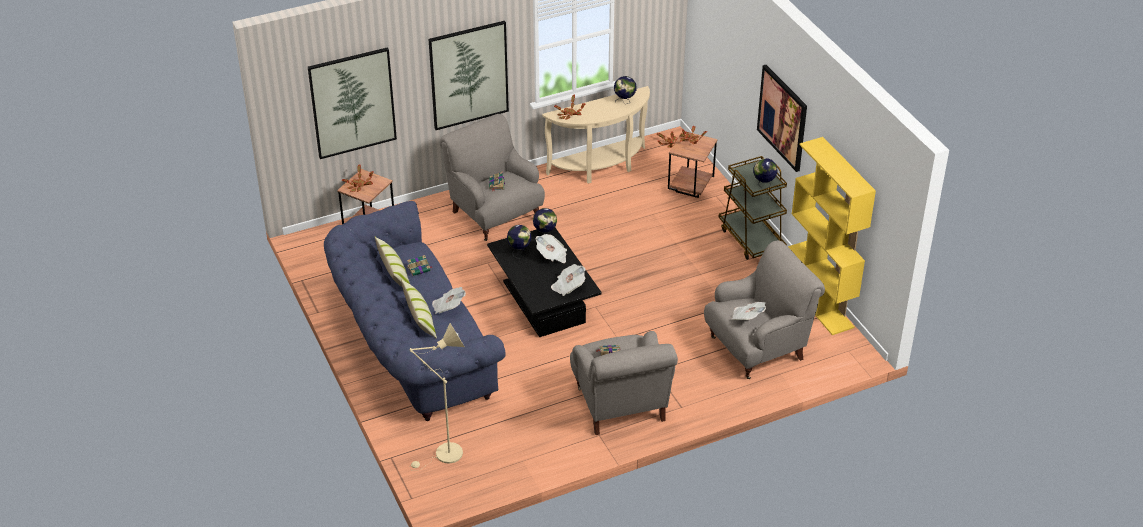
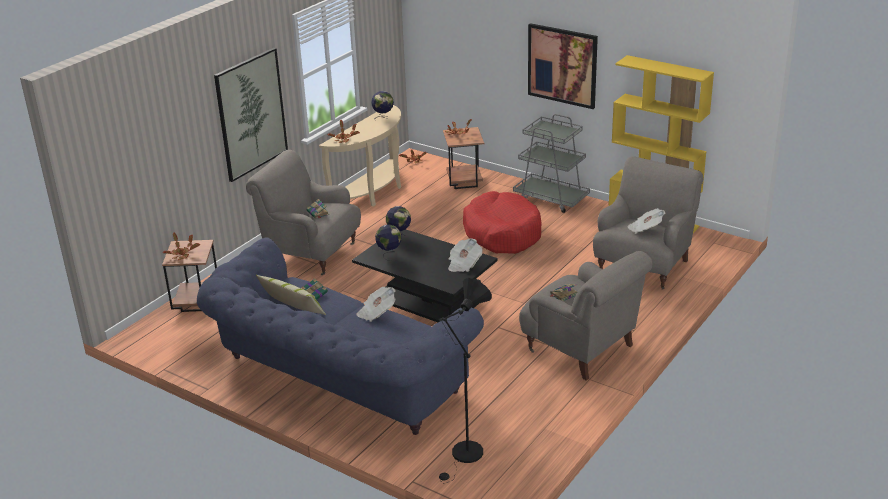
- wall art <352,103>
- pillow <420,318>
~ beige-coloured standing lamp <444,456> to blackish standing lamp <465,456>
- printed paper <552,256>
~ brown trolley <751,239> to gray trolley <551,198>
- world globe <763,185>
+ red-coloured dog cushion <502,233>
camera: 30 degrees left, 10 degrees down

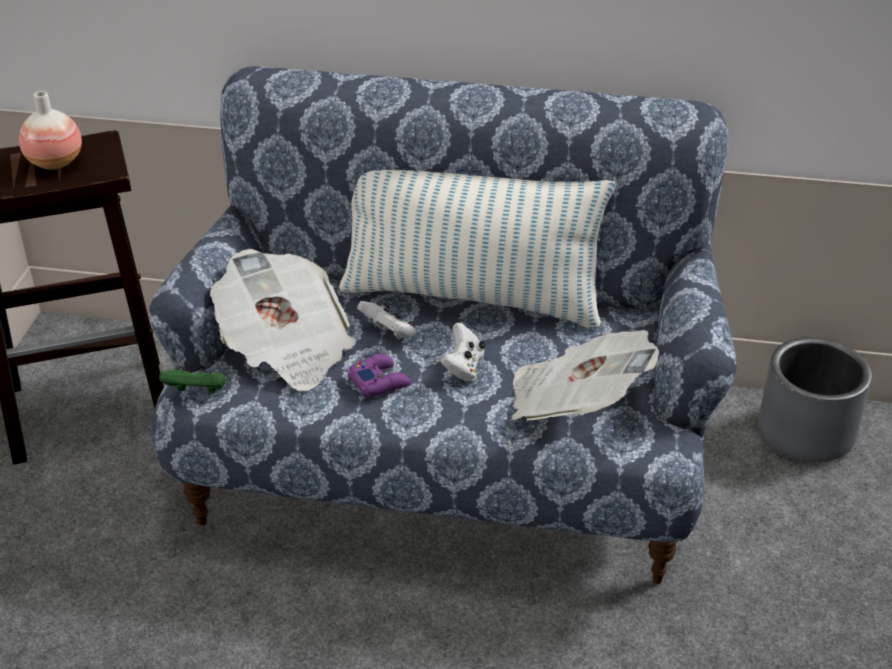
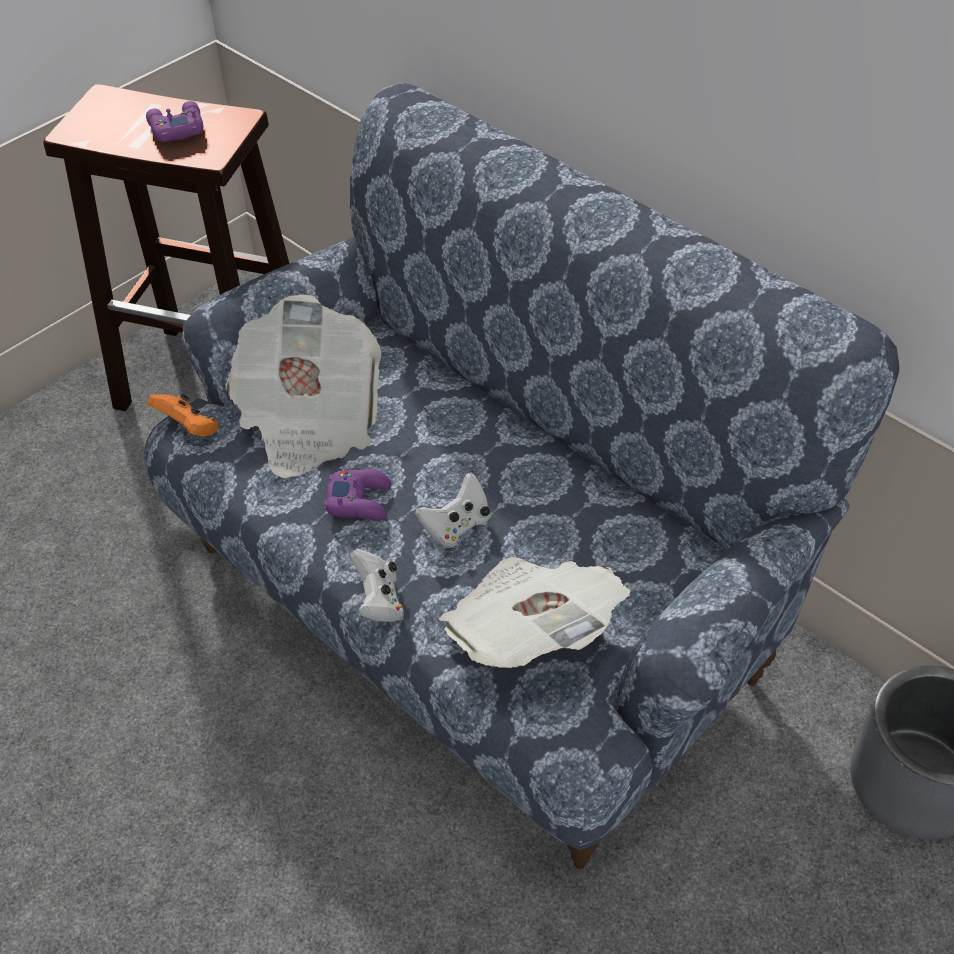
~ flower vase <55,162> to purplish joypad <176,128>
~ green joypad <197,393> to orange-coloured joypad <189,429>
- pillow <471,298>
~ white joypad <388,334> to <379,601>
camera: 35 degrees right, 10 degrees up

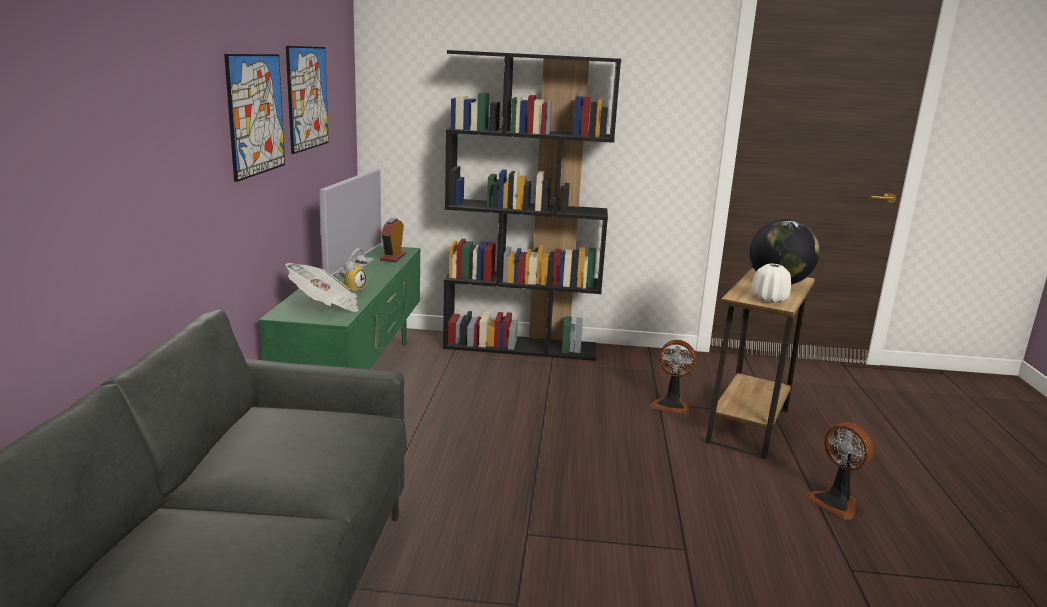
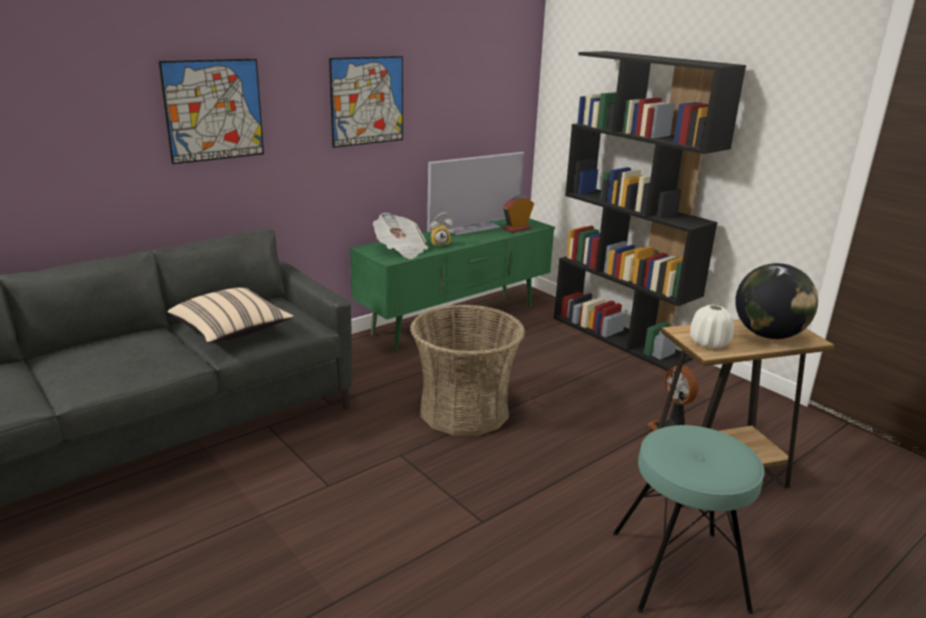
~ wall art <307,98> to <214,110>
~ electric fan <835,502> to turquoise-coloured sitting stool <678,570>
+ beige-coloured pillow <232,331>
+ basket <464,410>
camera: 45 degrees right, 5 degrees up

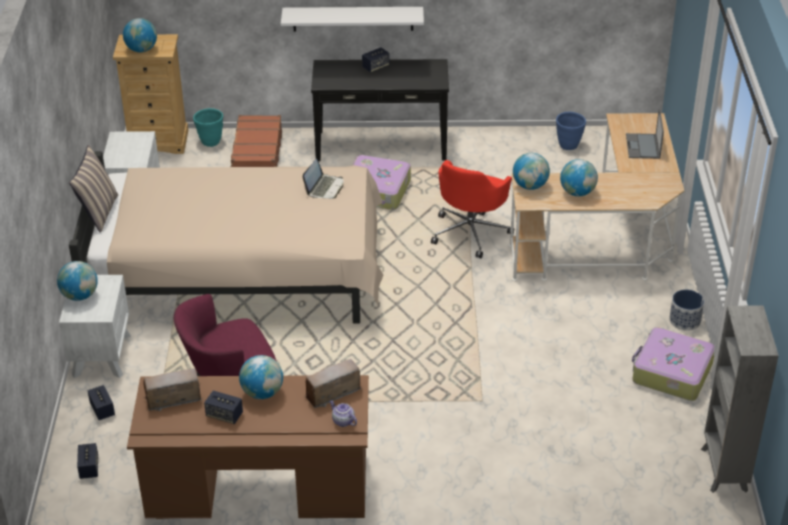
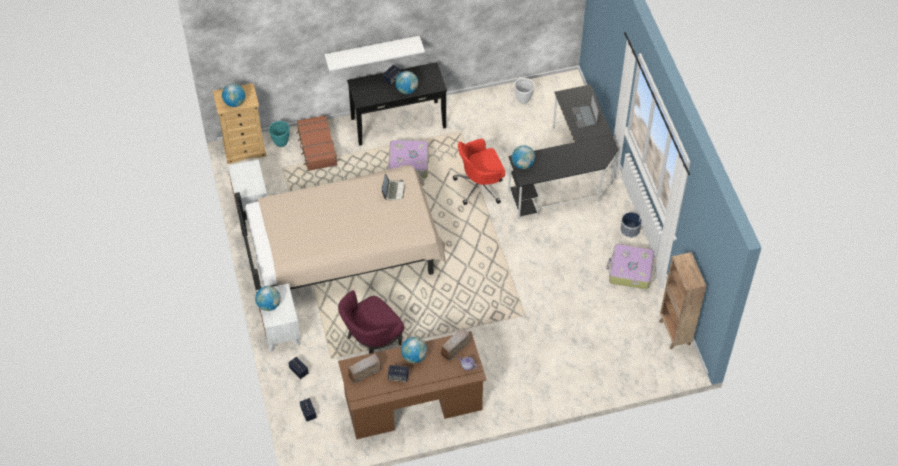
- pillow <98,212>
~ red-coloured computer chair <470,232> = <480,186> 60 degrees clockwise
~ beige-coloured desk <606,240> to blackish desk <567,176>
~ blue-coloured plant pot <569,146> to white plant pot <523,99>
~ world globe <577,192> to <407,90>
~ gray shelving unit <724,470> to brown shelving unit <674,333>
camera: 15 degrees left, 15 degrees up

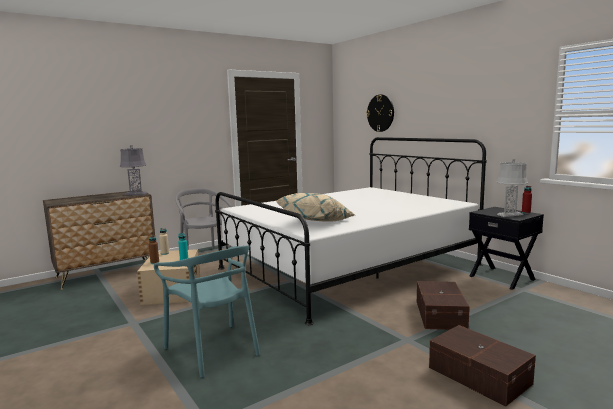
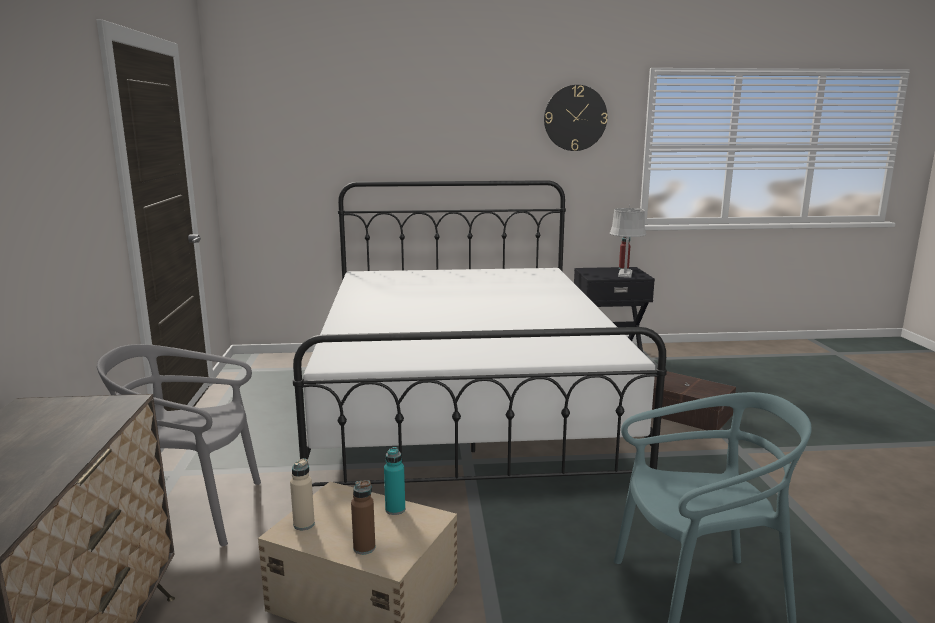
- gray table lamp <135,194>
- beige-coloured pillow <317,222>
~ hanging clock <380,113> to <575,118>
- brown storage bin <479,374>
camera: 60 degrees left, 5 degrees up

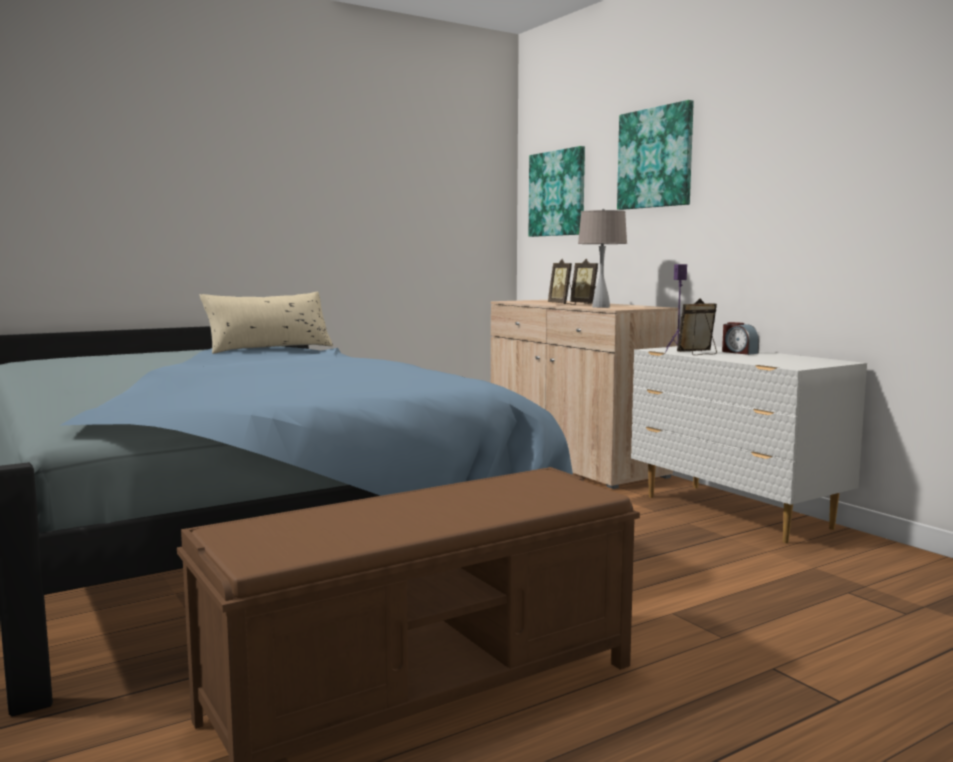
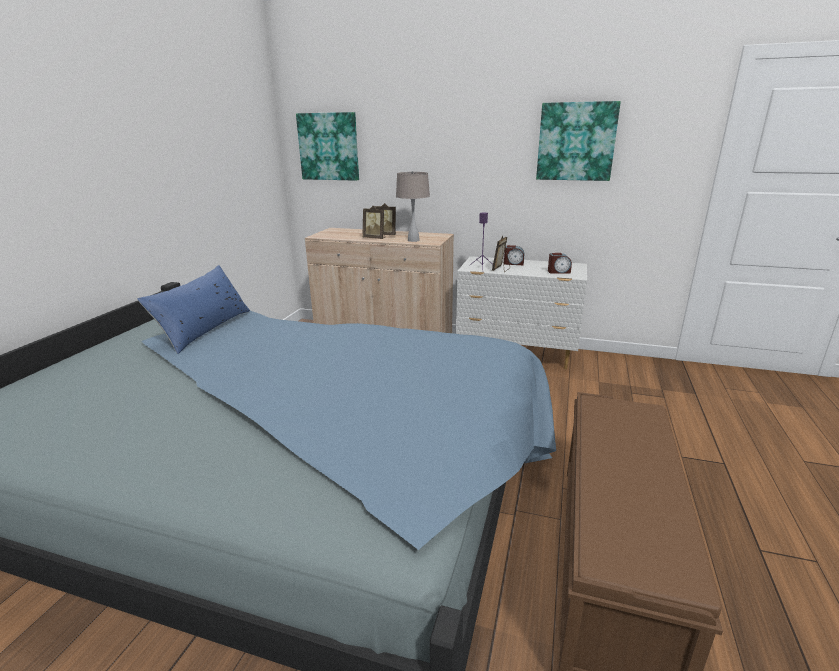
~ beige-coloured pillow <269,348> to blue-coloured pillow <205,329>
~ wall art <656,158> to <576,142>
+ table clock <558,272>
camera: 40 degrees left, 15 degrees up

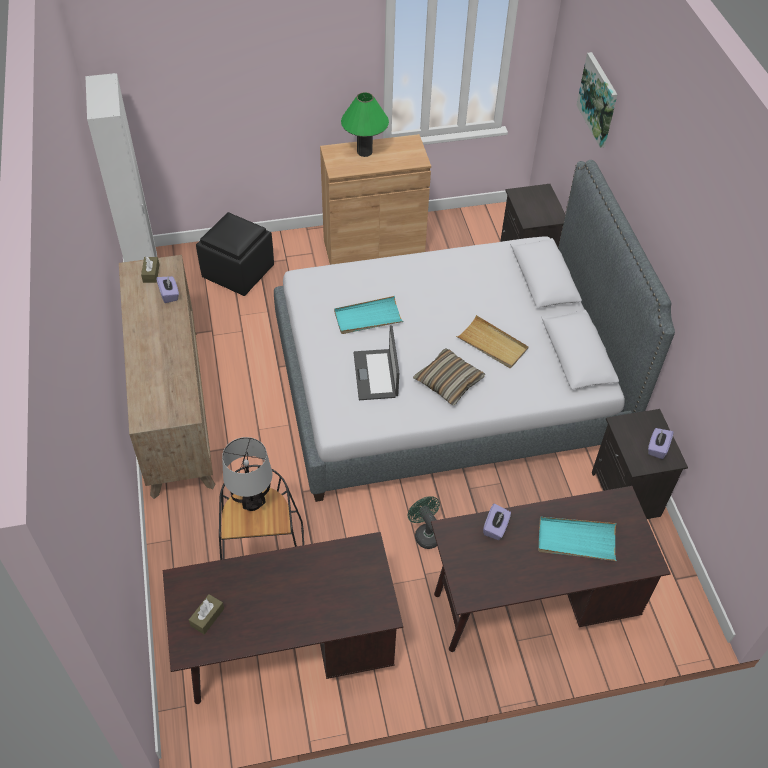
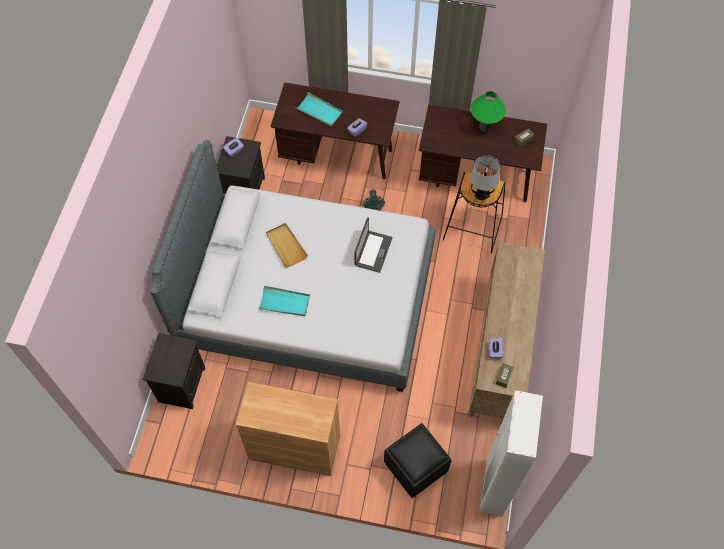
~ turquoise-coloured tray <368,317> to <284,302>
~ green table lamp <364,151> to <484,127>
- pillow <448,382>
- wall art <599,99>
camera: 155 degrees left, 10 degrees up

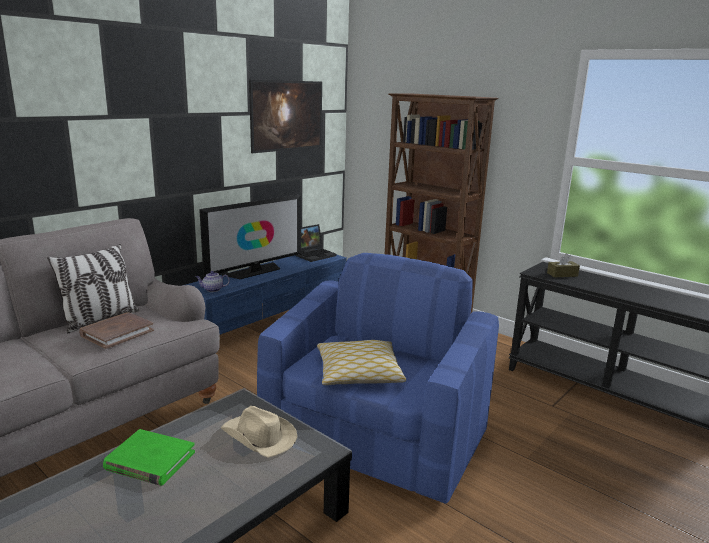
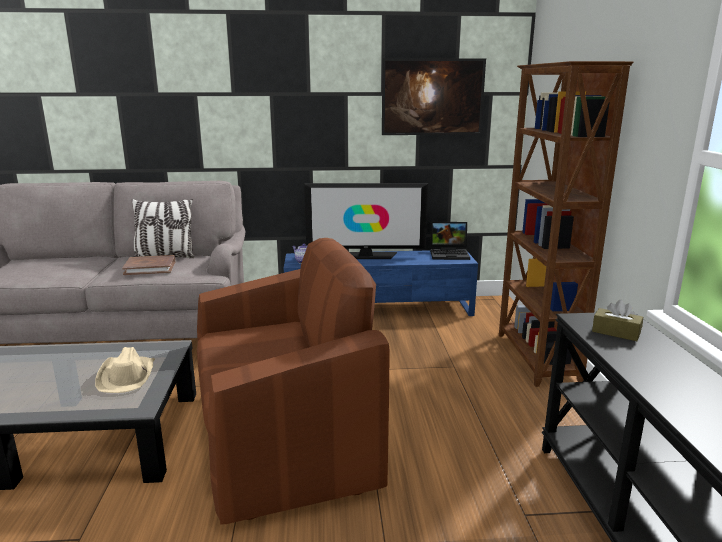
- green bound book <150,461>
~ blue-coloured easy chair <374,437> to brown easy chair <284,439>
- pillow <359,374>
camera: 45 degrees right, 0 degrees up

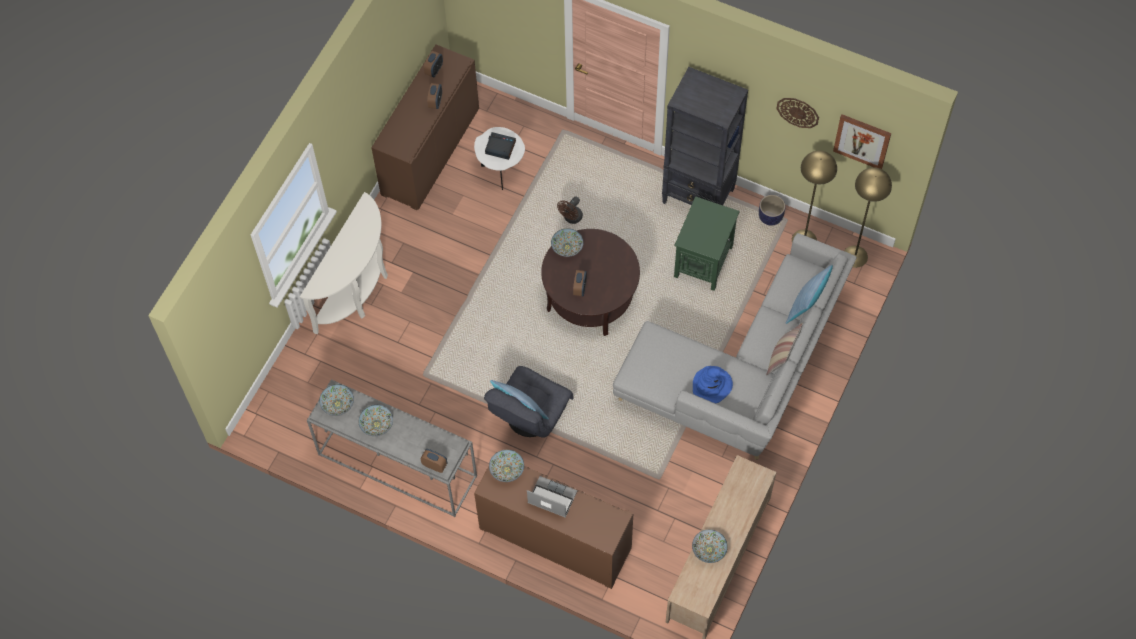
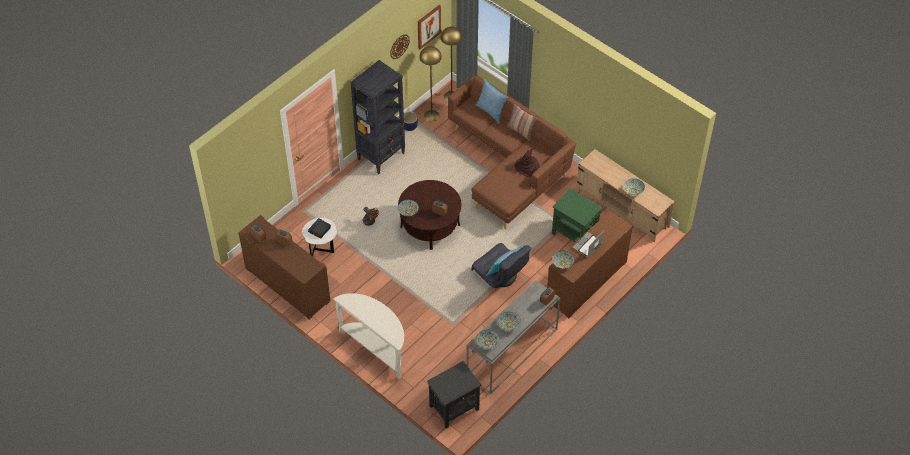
~ gray couch <741,374> to brown couch <509,167>
~ green accent table <703,260> to <574,233>
~ blue-coloured wearable hat <712,385> to brown wearable hat <527,167>
+ blackish accent table <454,407>
camera: 75 degrees left, 10 degrees down

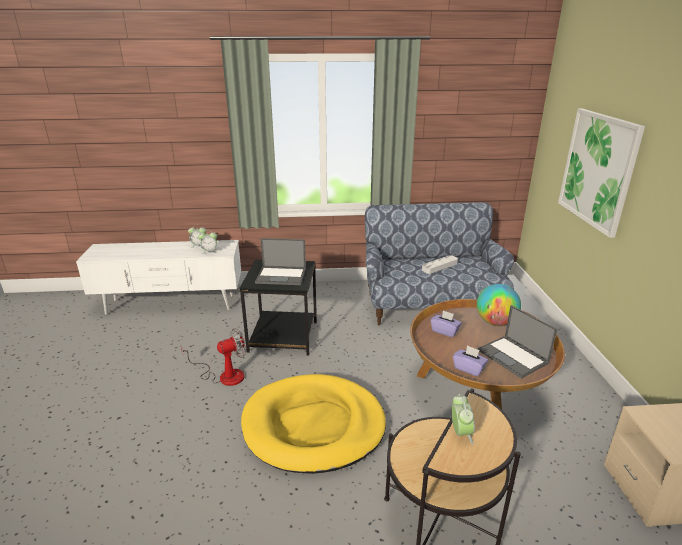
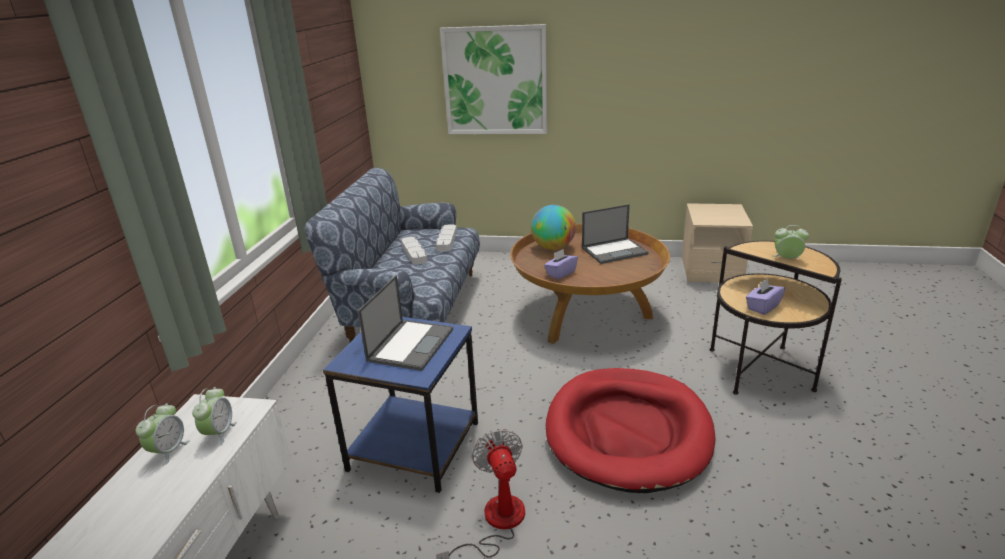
~ blackish accent table <284,336> to blue-coloured accent table <413,444>
~ yellow dog cushion <313,426> to red-coloured dog cushion <628,431>
~ purplish tissue box <469,368> to <762,307>
+ gray tray <446,240>
camera: 75 degrees left, 0 degrees up

